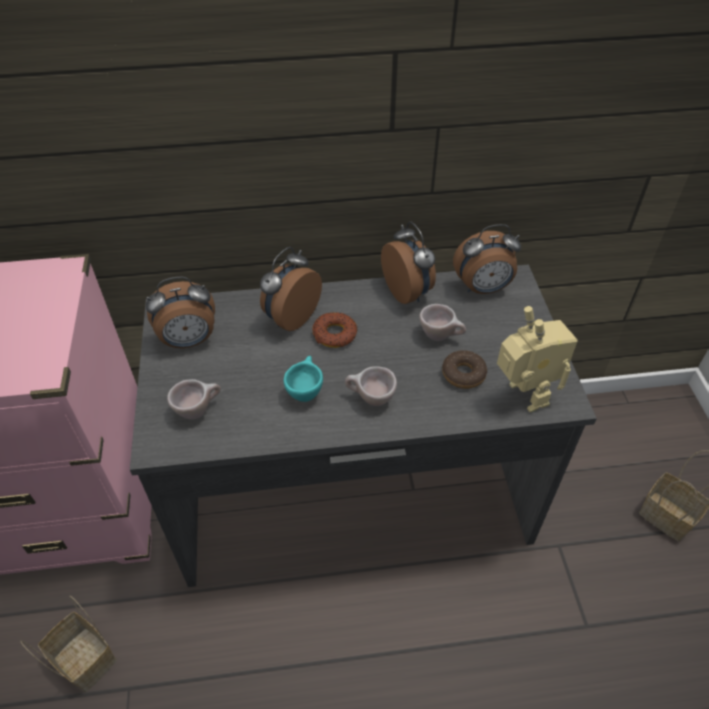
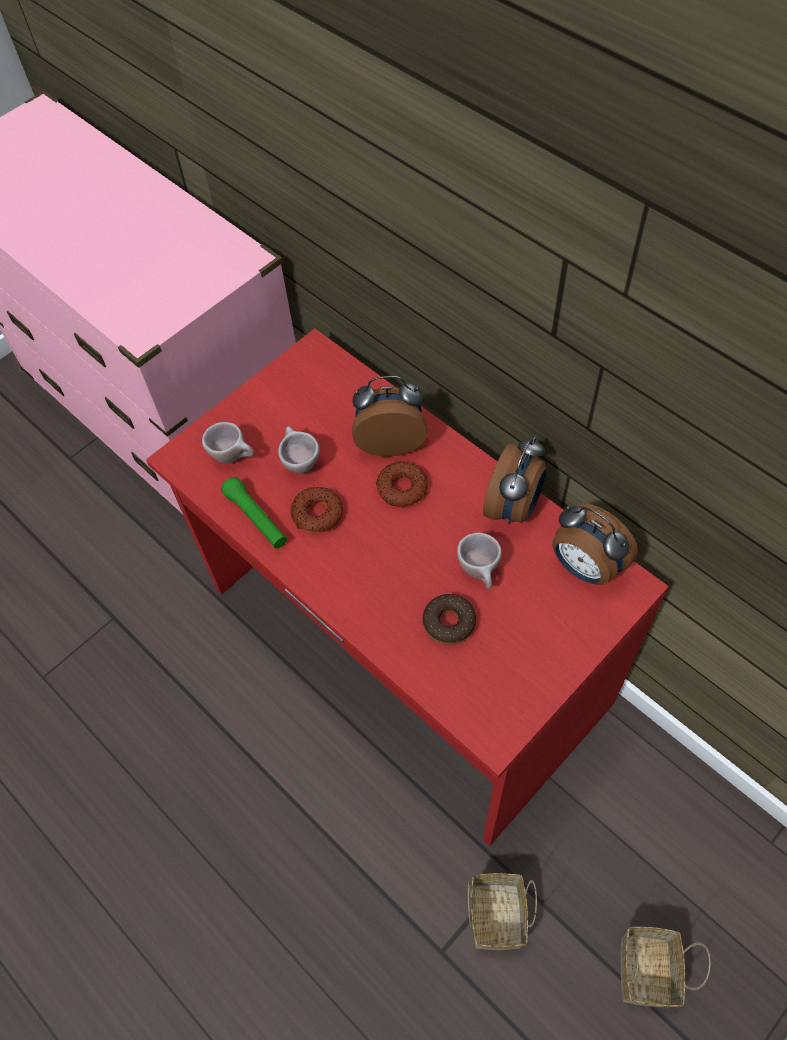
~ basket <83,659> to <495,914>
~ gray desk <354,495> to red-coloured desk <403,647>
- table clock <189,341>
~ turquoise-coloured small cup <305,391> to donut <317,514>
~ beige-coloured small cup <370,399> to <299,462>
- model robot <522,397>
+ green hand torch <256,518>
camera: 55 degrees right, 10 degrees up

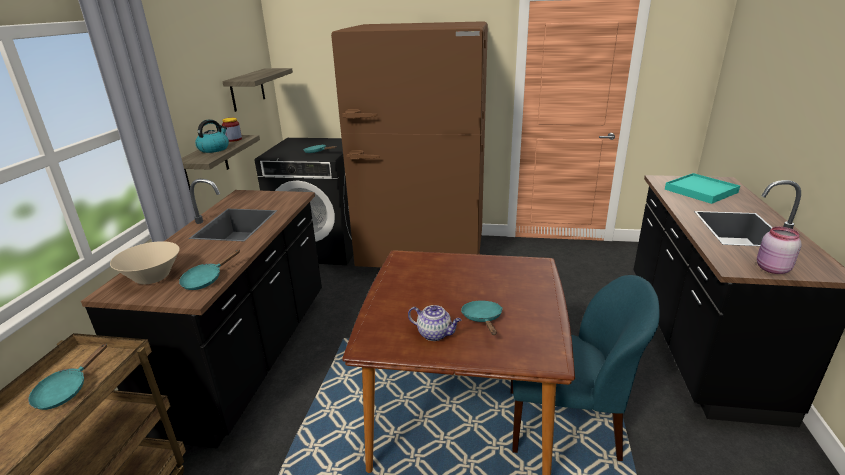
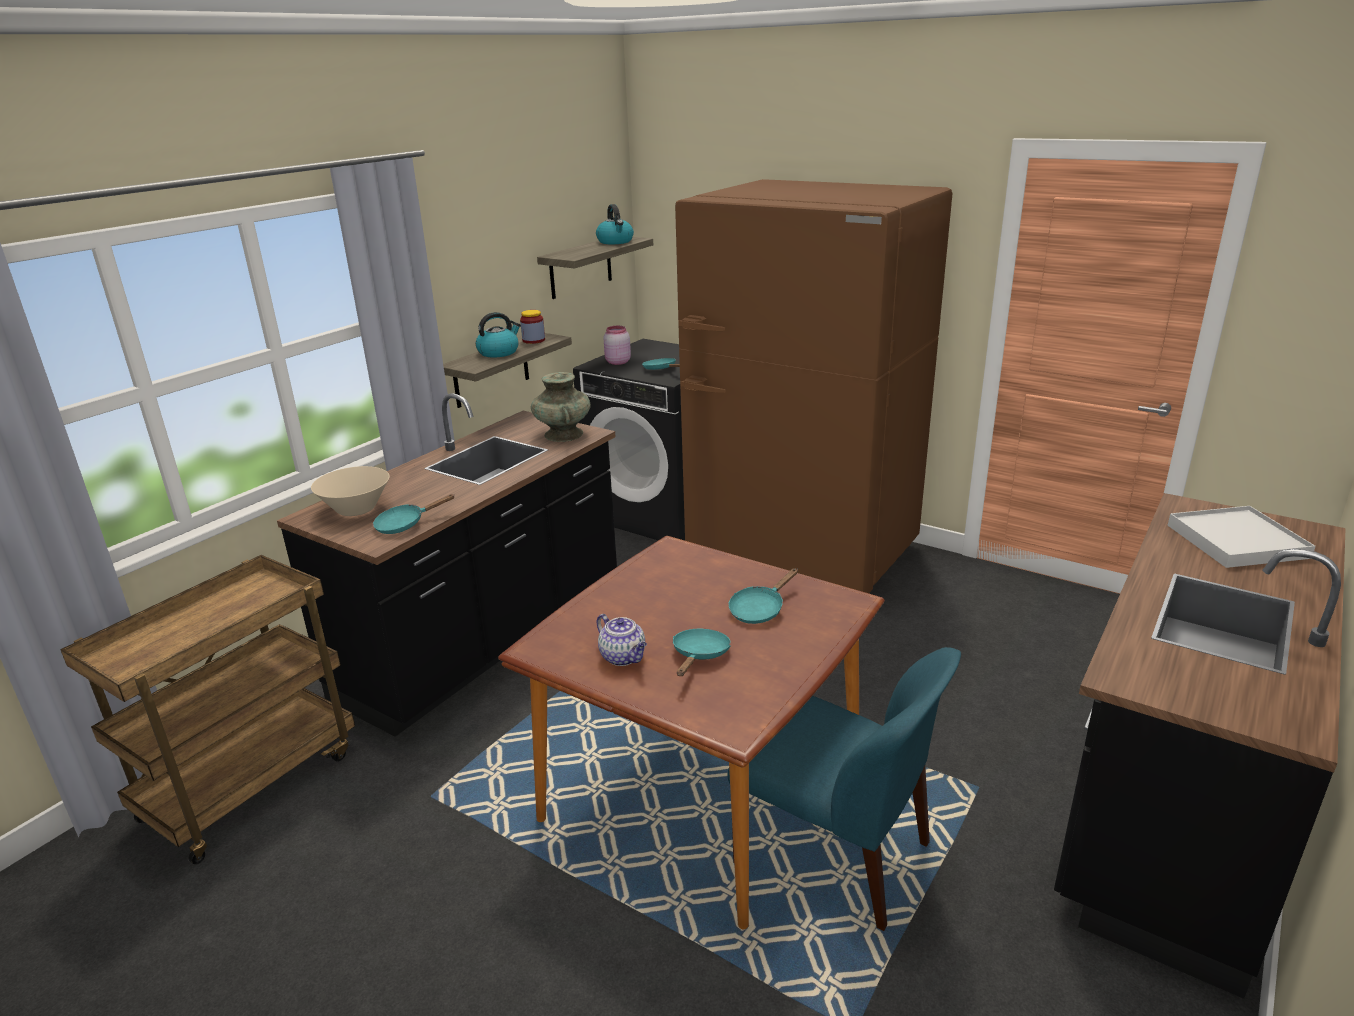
~ turquoise-coloured skillet <66,390> to <759,609>
~ turquoise-coloured tray <701,191> to white tray <1237,541>
~ pink storage jar <771,269> to <617,362>
+ turquoise-coloured flower vase <563,434>
+ kettle <615,241>
camera: 25 degrees right, 0 degrees up

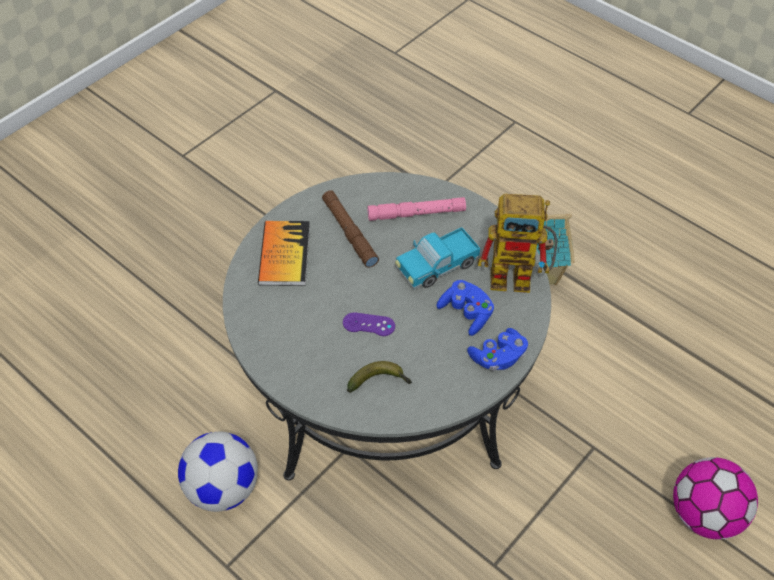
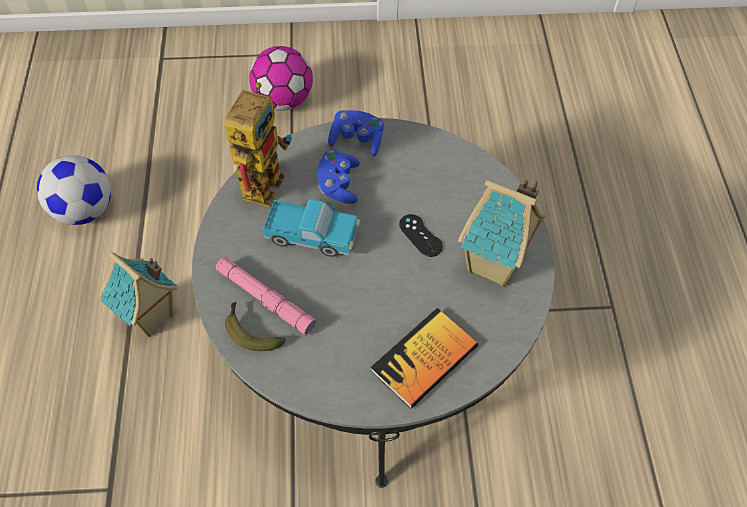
~ football ball <223,489> to <85,210>
- brown hand torch <349,233>
~ purplish joypad <368,324> to blackish joypad <420,235>
~ banana <380,382> to <250,331>
~ model robot <520,277> = <263,178> 60 degrees clockwise
+ miniature house <494,265>
camera: 135 degrees left, 5 degrees up

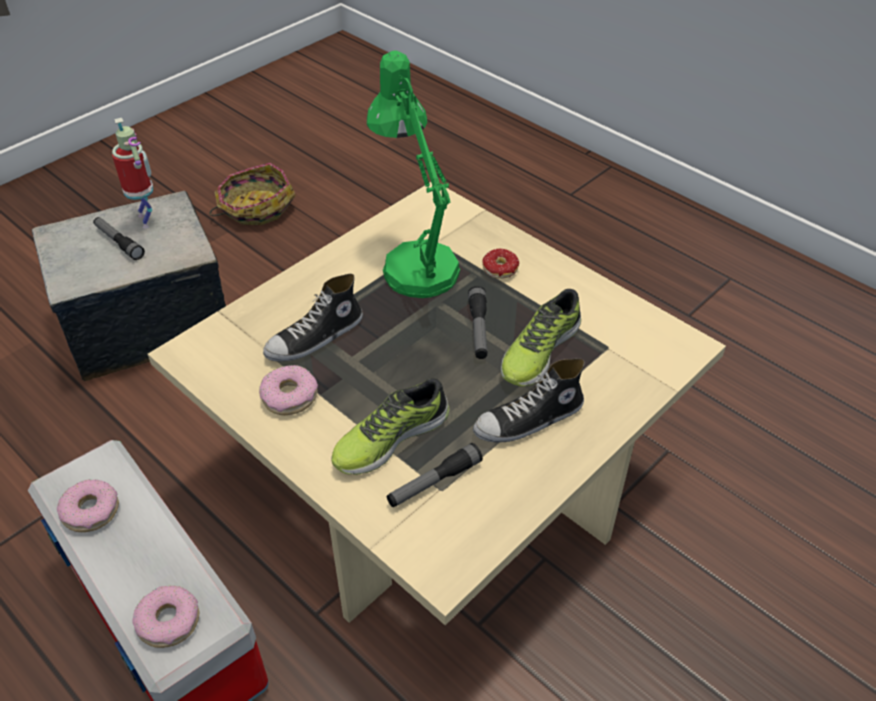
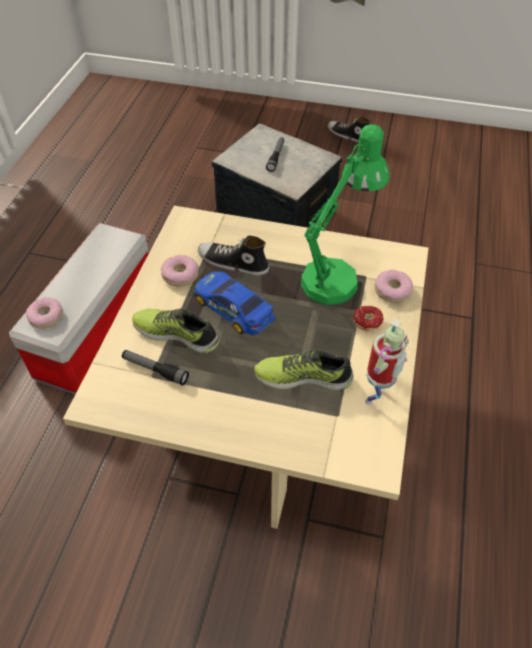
~ donut <90,511> to <392,290>
~ model robot <148,220> to <376,397>
- basket <255,207>
- hand torch <478,329>
~ item of footwear <529,420> to <348,136>
+ toy car <234,308>
camera: 60 degrees right, 5 degrees up

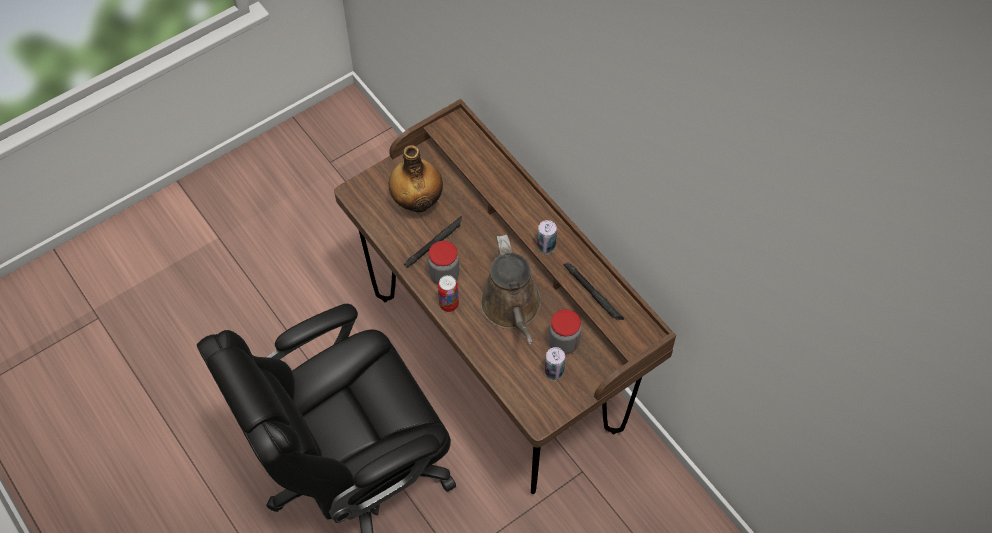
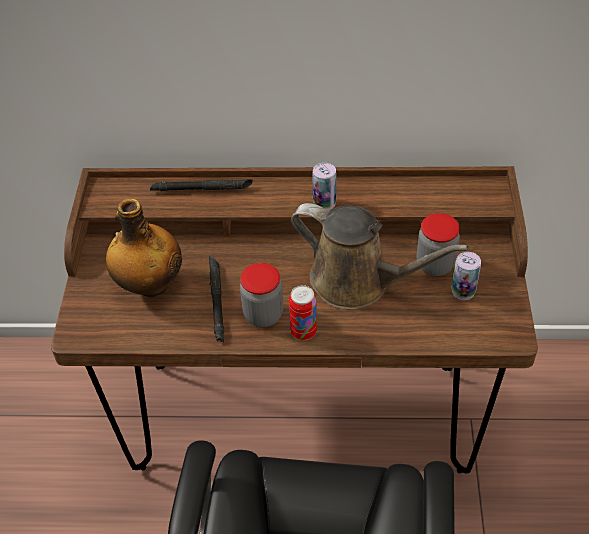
~ blackish hand torch <593,293> to <201,188>
camera: 50 degrees left, 10 degrees down

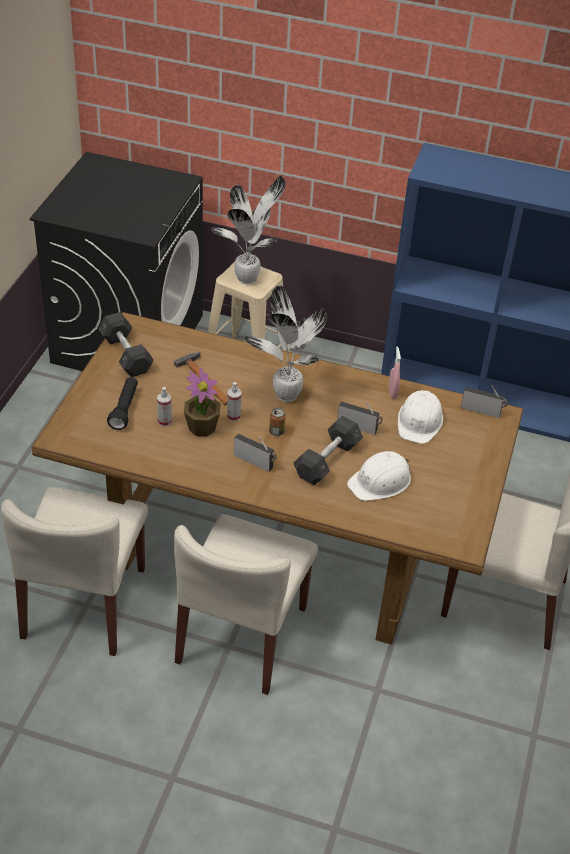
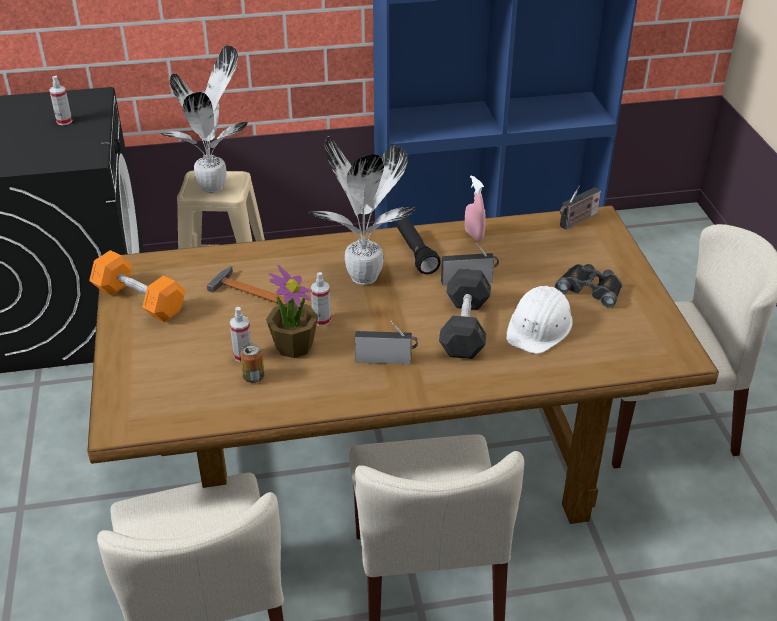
~ gray free weight <126,354> to orange-coloured free weight <139,300>
~ blackish hand torch <124,409> to <416,253>
~ sealed can <276,431> to <253,377>
- white hard hat <420,421>
~ radio <482,411> = <577,221> 150 degrees clockwise
+ spray bottle <64,121>
+ blackish field glasses <590,288>
camera: 25 degrees left, 5 degrees down

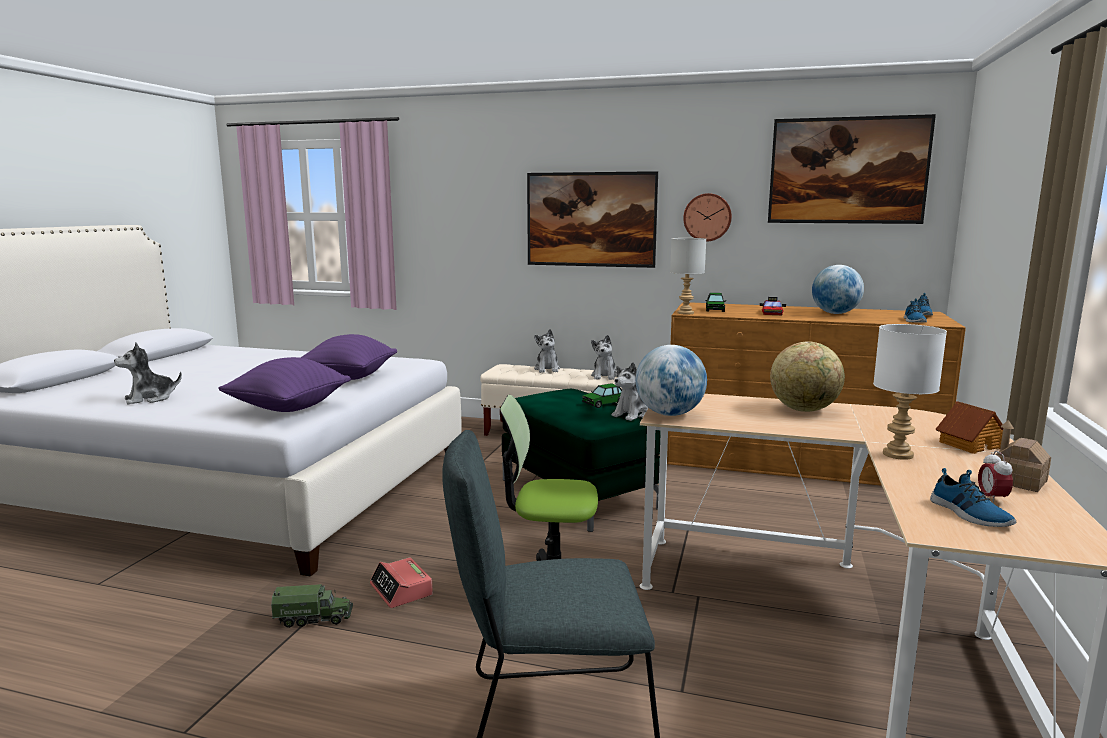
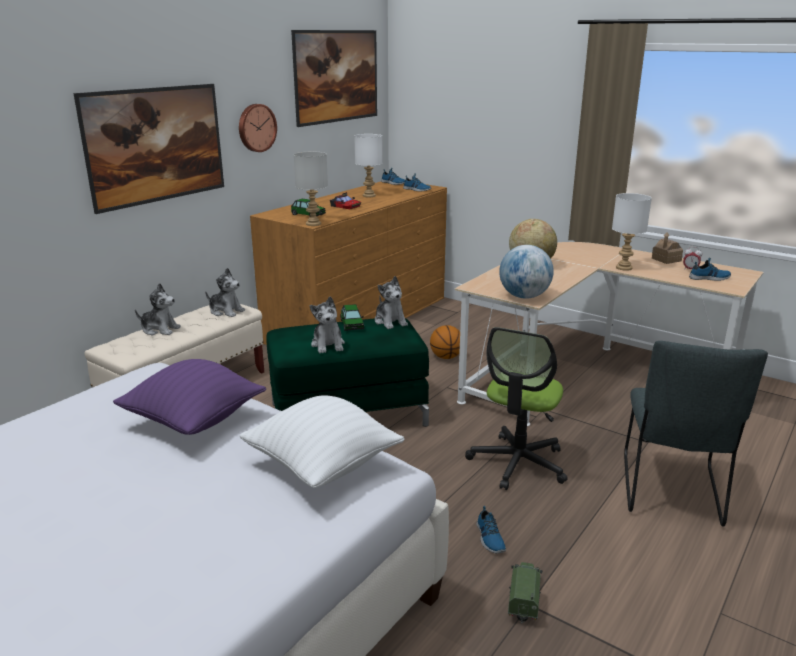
~ soft toy <150,399> to <328,345>
~ purplish pillow <288,408> to white pillow <323,466>
~ table clock <401,590> to item of footwear <489,538>
~ world globe <835,313> to white table lamp <368,196>
- miniature house <969,444>
+ basketball ball <446,357>
camera: 70 degrees left, 10 degrees up

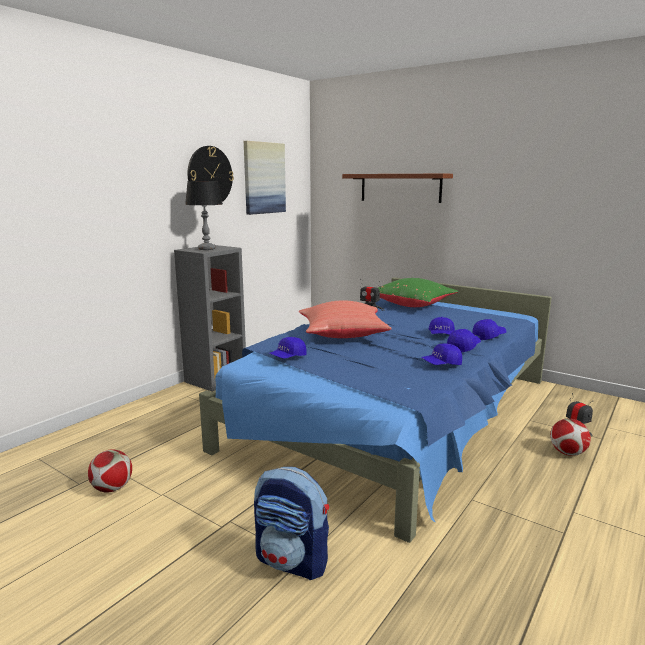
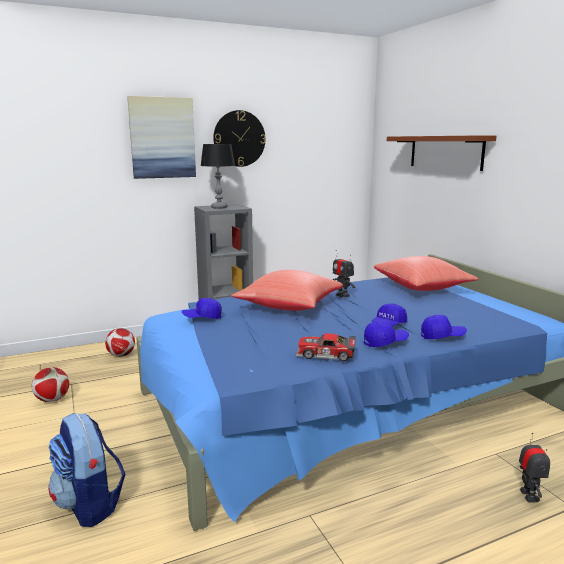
~ wall art <264,178> to <162,138>
~ green pillow <413,305> to red-coloured pillow <422,288>
~ blue-coloured baseball cap <441,364> to toy car <325,355>
~ football ball <567,453> to <121,355>
camera: 30 degrees right, 0 degrees up

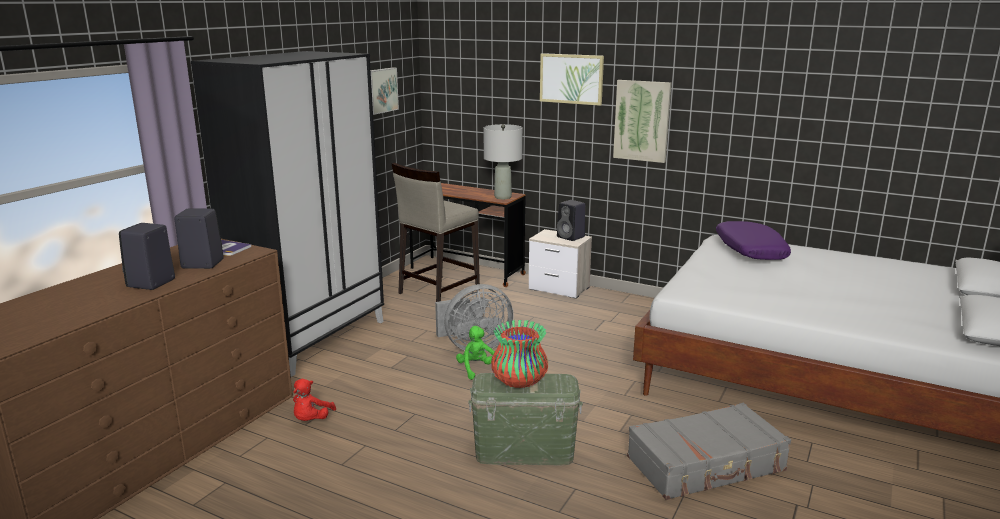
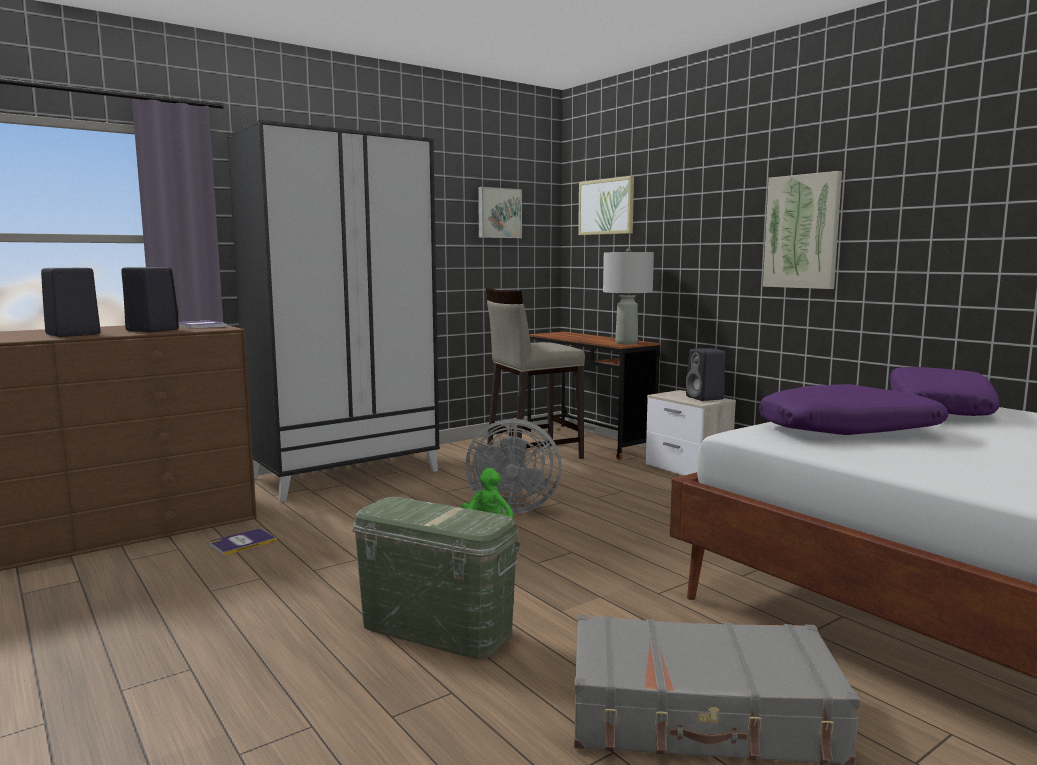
~ red-coloured soft toy <311,420> to bound book <243,542>
- flower vase <519,381>
~ wall art <571,79> to <606,207>
+ purplish pillow <848,430>
camera: 25 degrees right, 10 degrees down

